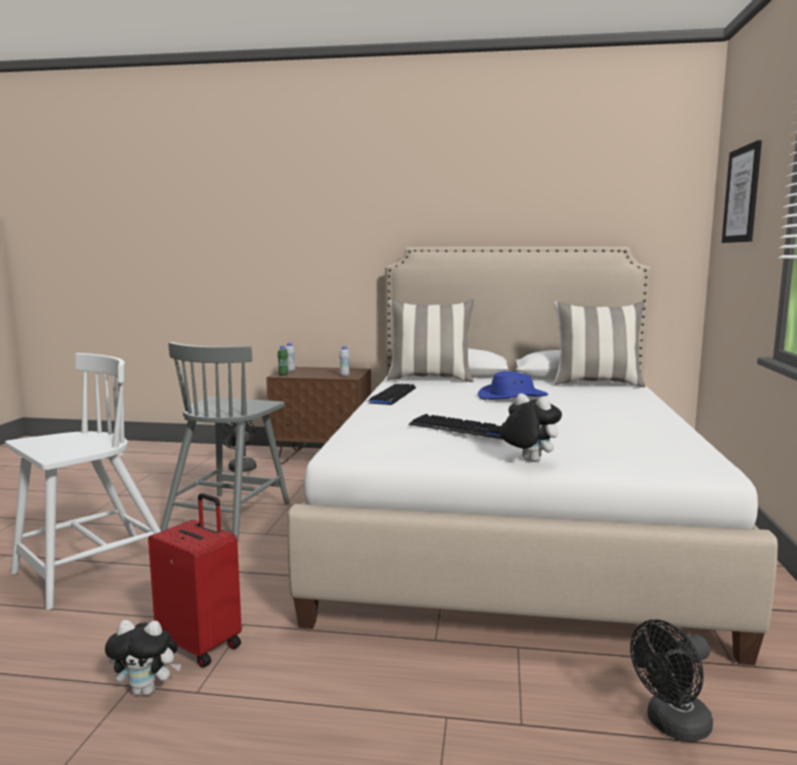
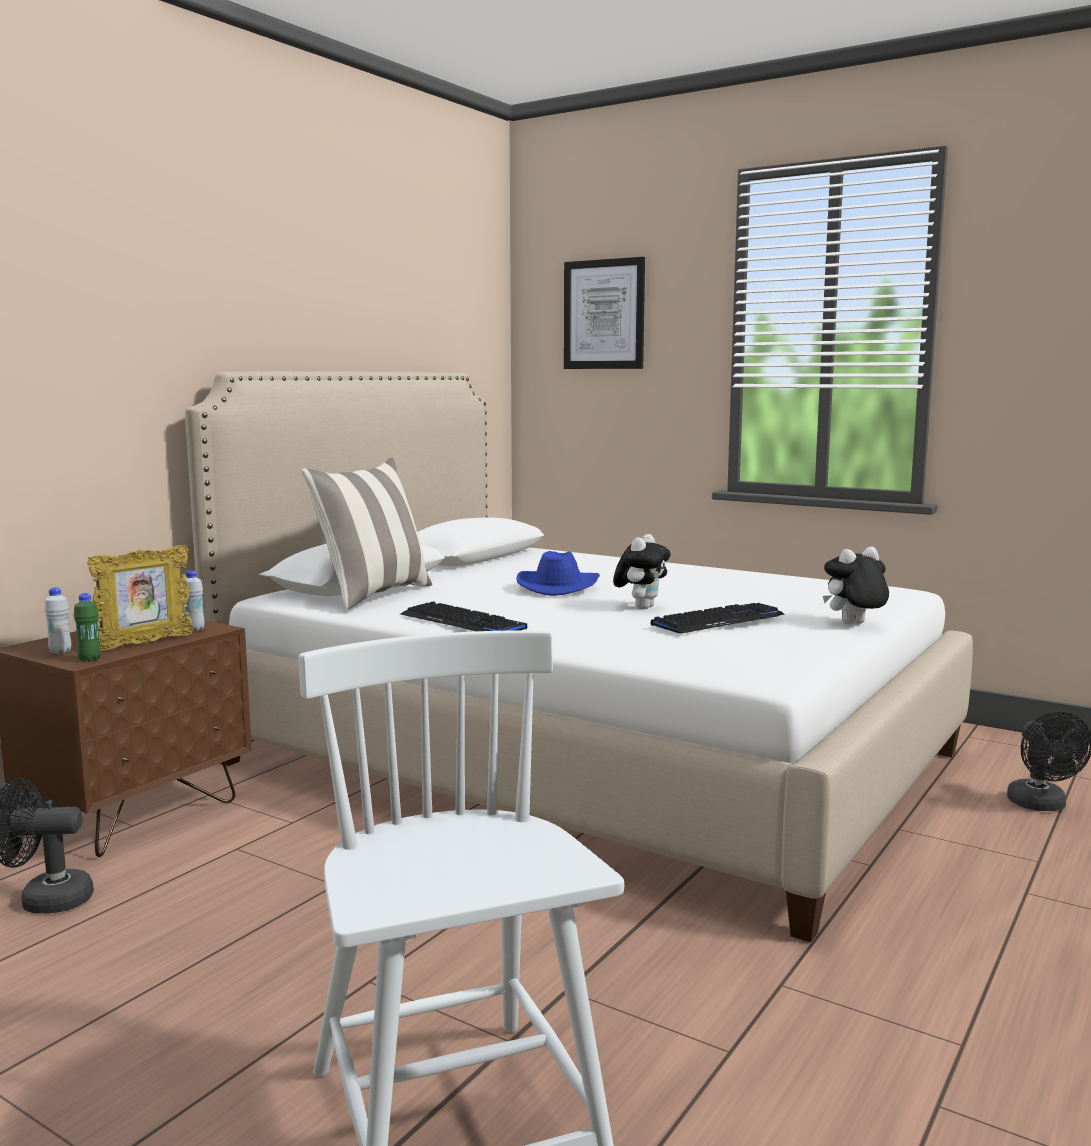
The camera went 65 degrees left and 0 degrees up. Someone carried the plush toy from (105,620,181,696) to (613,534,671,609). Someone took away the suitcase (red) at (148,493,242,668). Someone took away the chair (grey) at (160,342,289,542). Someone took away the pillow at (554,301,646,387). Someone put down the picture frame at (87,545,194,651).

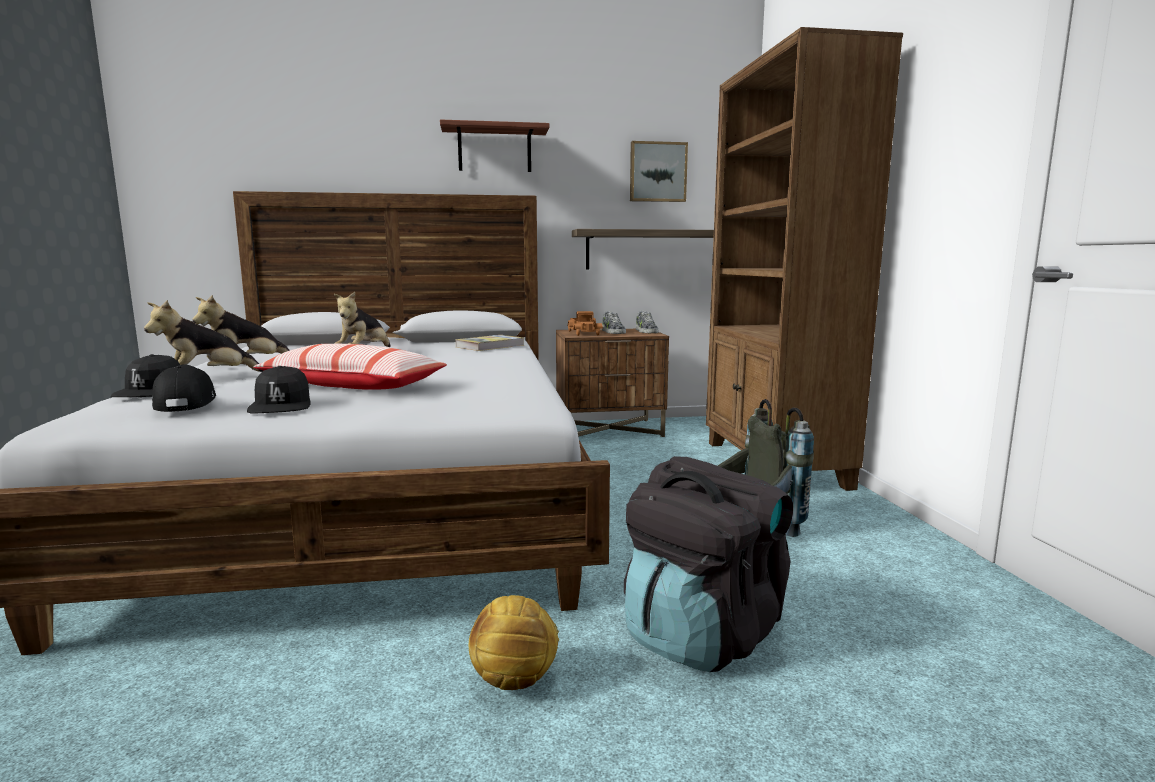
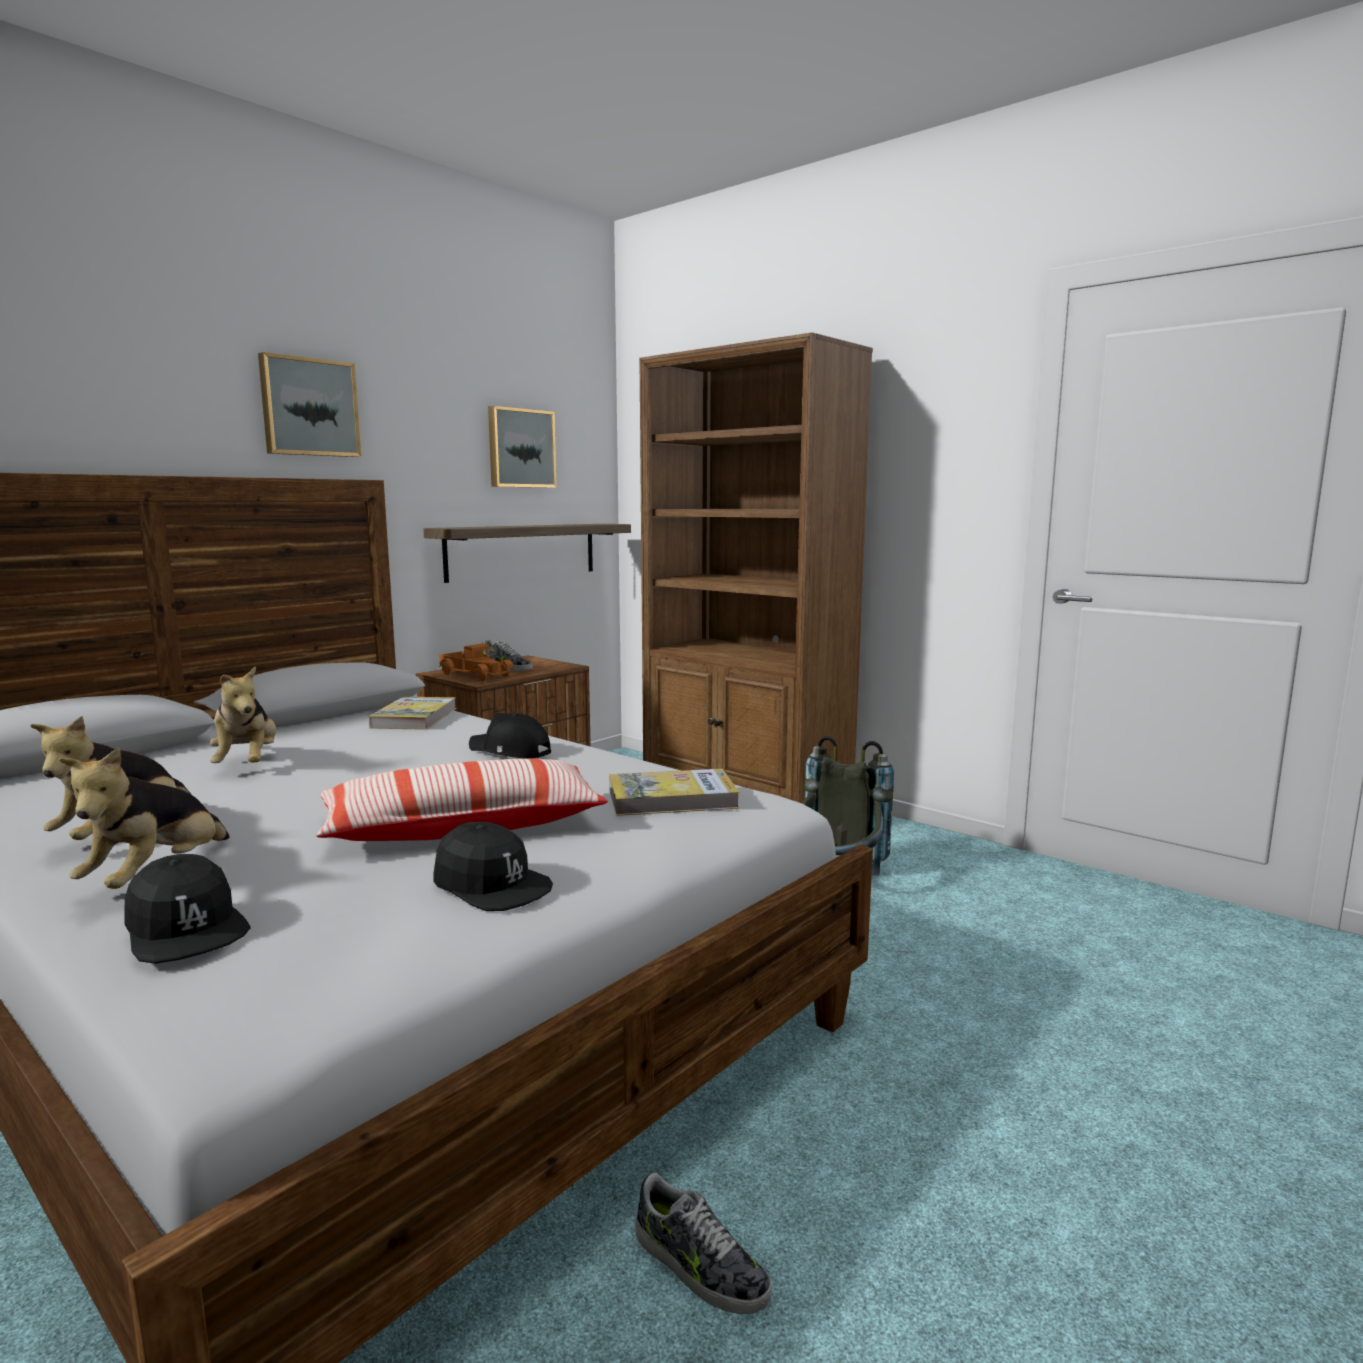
The camera went 40 degrees left and 0 degrees up. Someone carried the cap (black) from (152,364,216,412) to (469,713,551,758). Someone swapped the shelf at (440,119,550,172) for the picture at (258,352,361,457). Someone took away the football at (469,595,559,690). Someone took away the backpack (black) at (624,456,793,672). Someone carried the shoe from (636,311,659,333) to (635,1173,772,1315). Someone put down the book at (609,769,740,816).

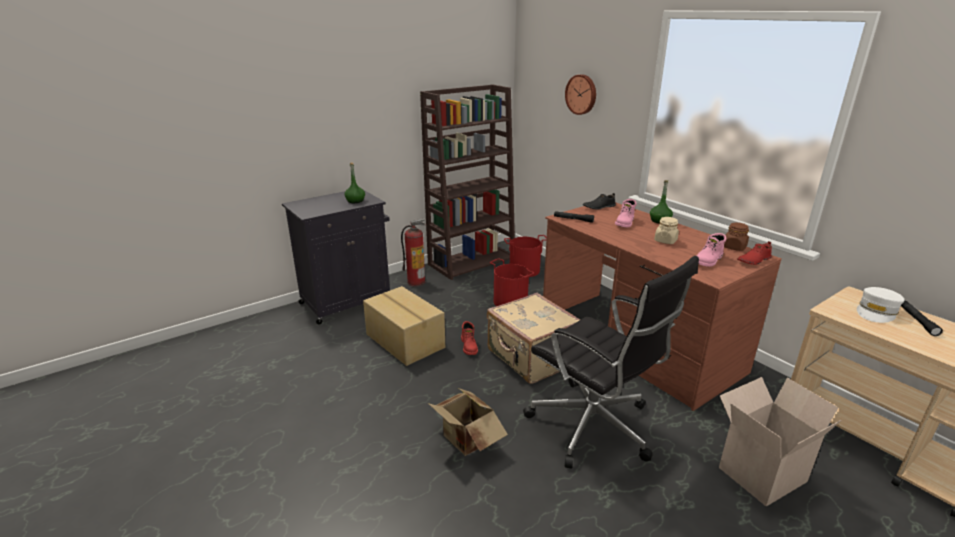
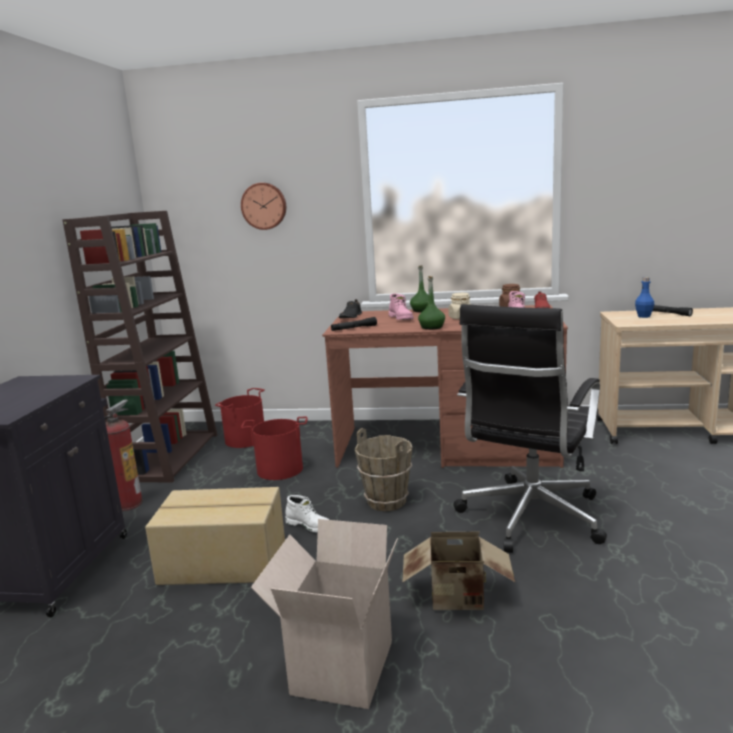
The camera went 45 degrees left and 10 degrees down. Someone carried the bottle (green) from (344,163,365,203) to (418,276,445,330). Someone repainted the boot (red) at (461,321,478,355), which became the boot (white) at (285,495,329,532). Someone swapped the suitcase (beige) at (487,293,581,384) for the bucket (brown) at (355,428,413,511). Someone rotated the office chair (black) at (523,256,699,469) by 120 degrees clockwise. Someone carried the cardboard box from (719,377,841,507) to (251,519,398,709). Someone swapped the cap (white) at (857,287,904,323) for the bottle (blue) at (635,277,654,318).

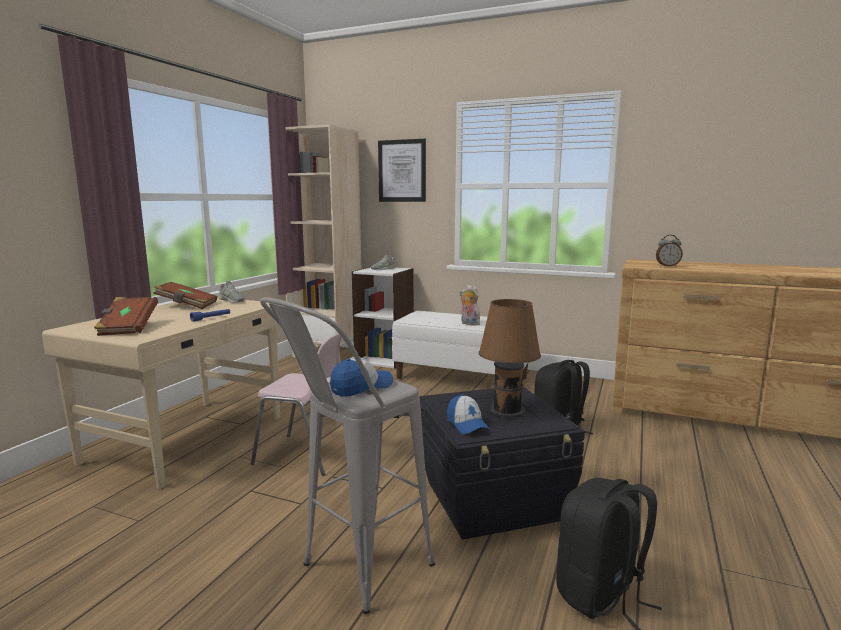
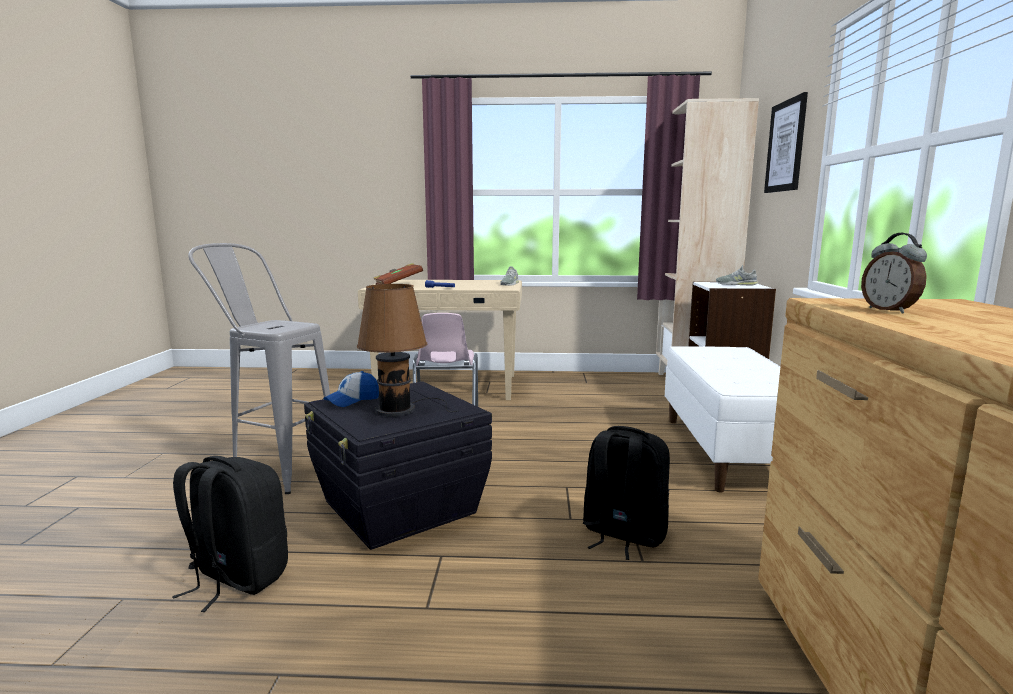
The camera went 70 degrees right and 0 degrees up. Someone took away the book (brown) at (153,282,217,309). Someone took away the cap at (330,357,393,397). Someone took away the plush toy at (459,285,480,326).

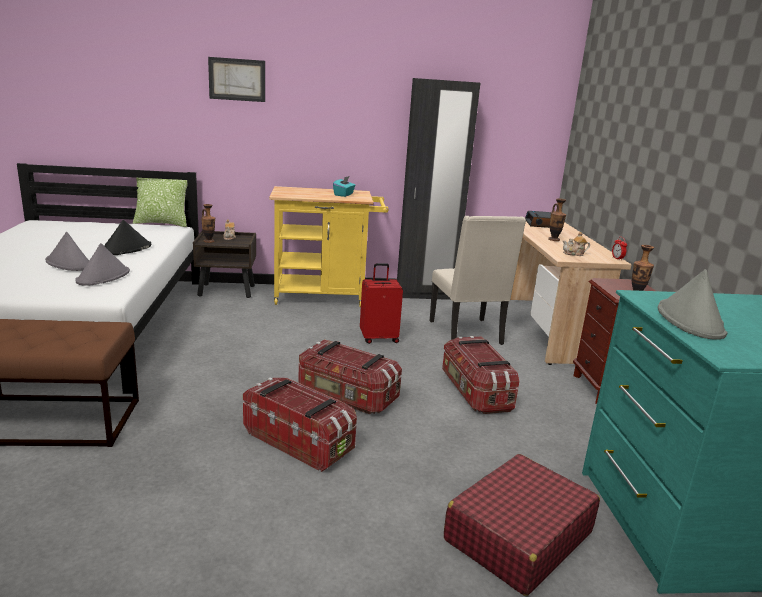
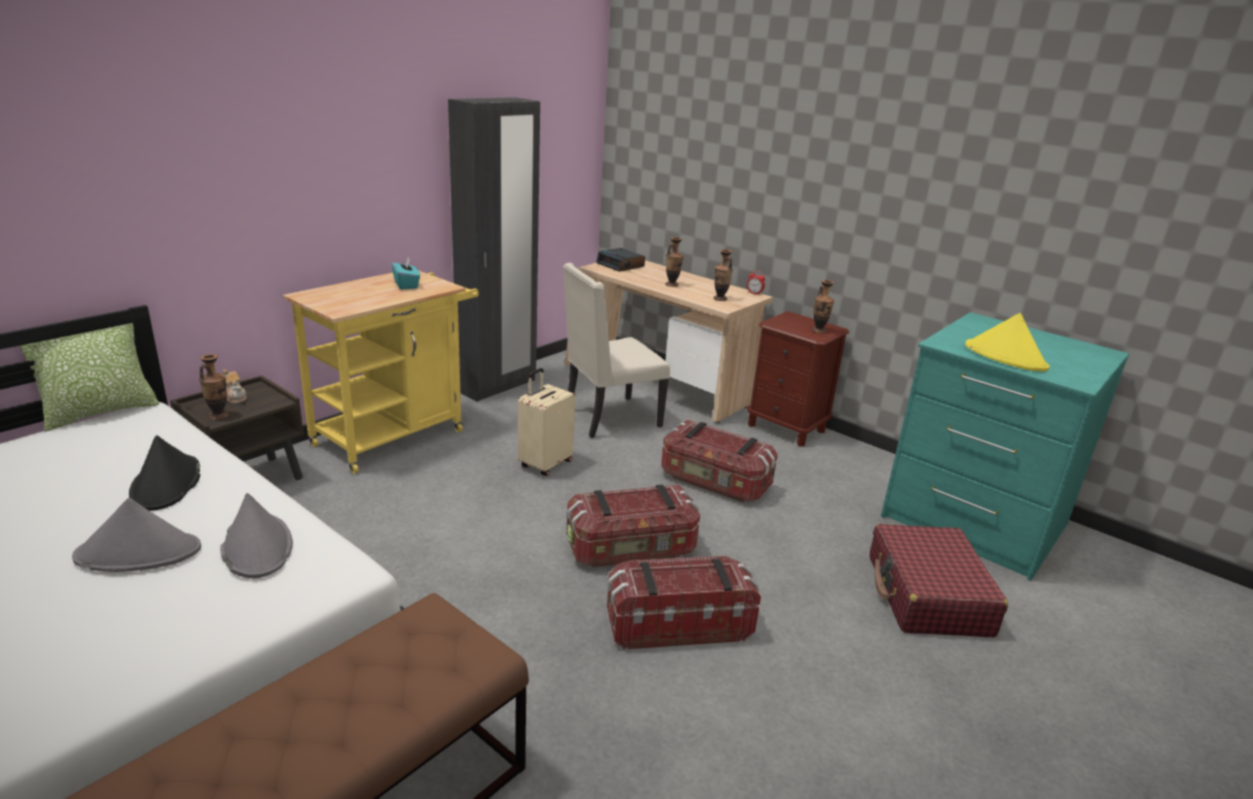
The camera went 45 degrees left and 5 degrees up. Someone took away the picture at (208,57,265,102). Someone repainted the suitcase (red) at (360,263,403,344), which became the suitcase (beige) at (518,368,575,476). Someone rotated the chair (beige) at (430,216,526,345) by 120 degrees clockwise. Someone swapped the teapot at (563,232,590,256) for the vase at (714,249,733,301). Someone repainted the hat (grey) at (658,269,728,340), which became the hat (yellow) at (965,313,1050,372).

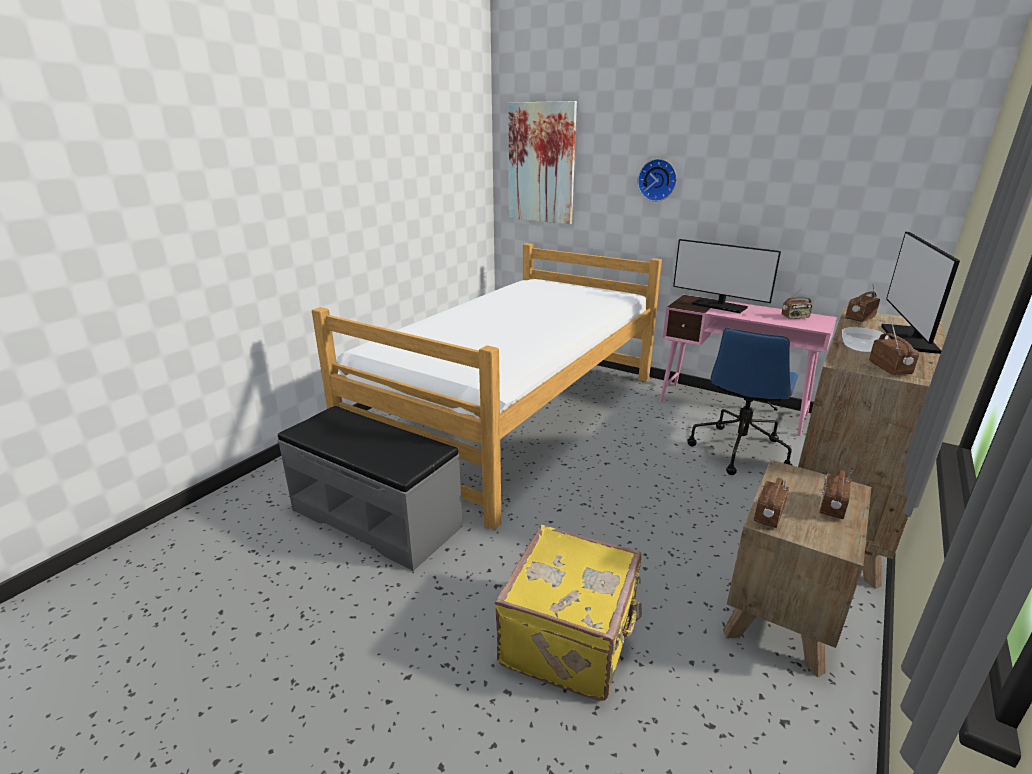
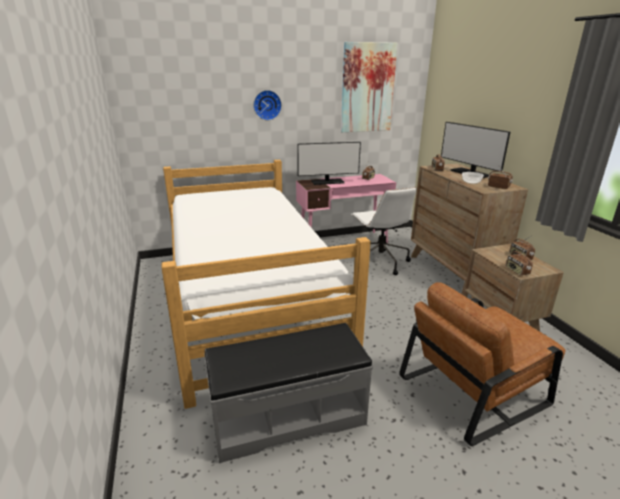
The camera went 50 degrees left and 0 degrees up. Someone swapped the suitcase (yellow) at (495,525,642,701) for the armchair (brown) at (399,282,565,446). Someone carried the picture from (508,101,577,224) to (341,42,398,132). Someone repainted the office chair (blue) at (687,327,799,475), which became the office chair (white) at (351,187,417,275).

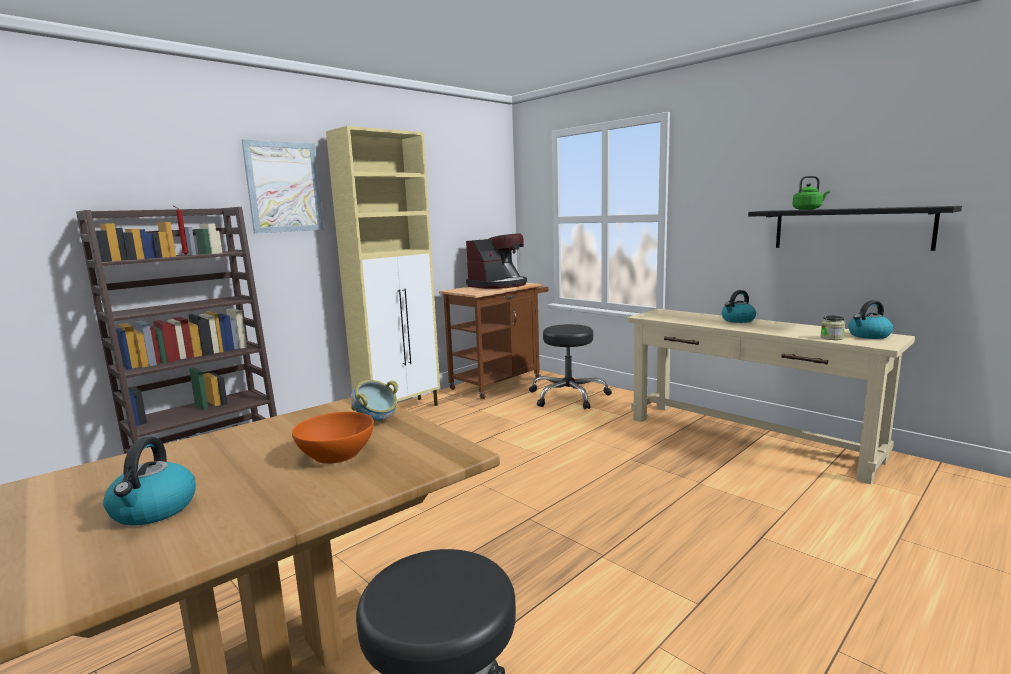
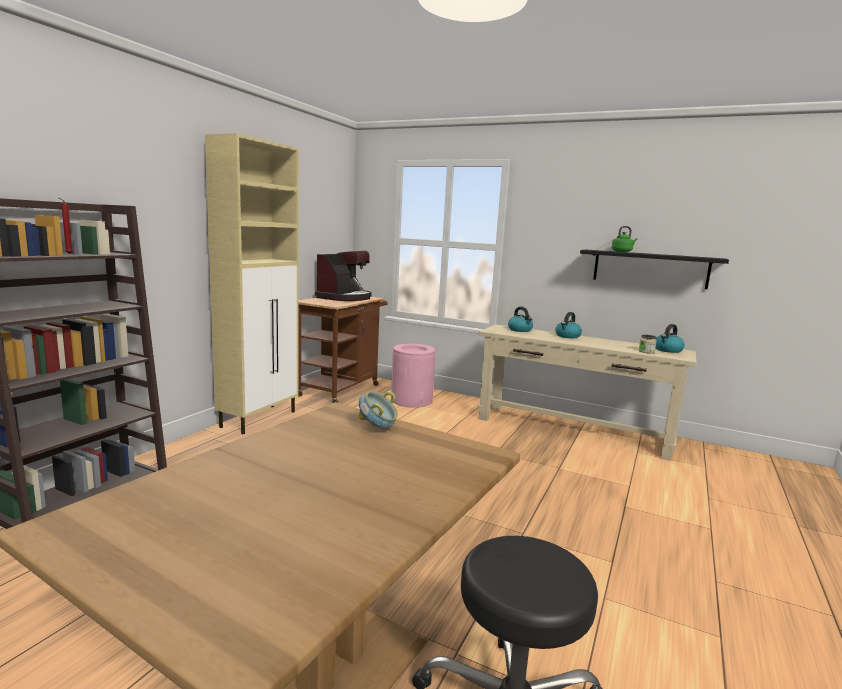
The camera went 20 degrees left and 0 degrees up. Someone carried the kettle from (103,437,196,526) to (508,307,533,332). Someone took away the picture at (242,139,324,234). Someone took away the bowl (orange) at (292,412,374,464). Someone swapped the stool (black) at (529,324,612,409) for the trash can (pink) at (391,344,435,408).

